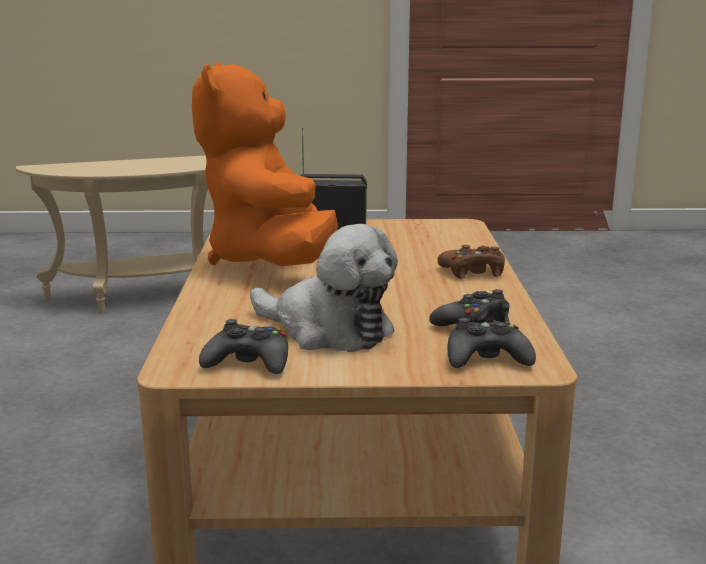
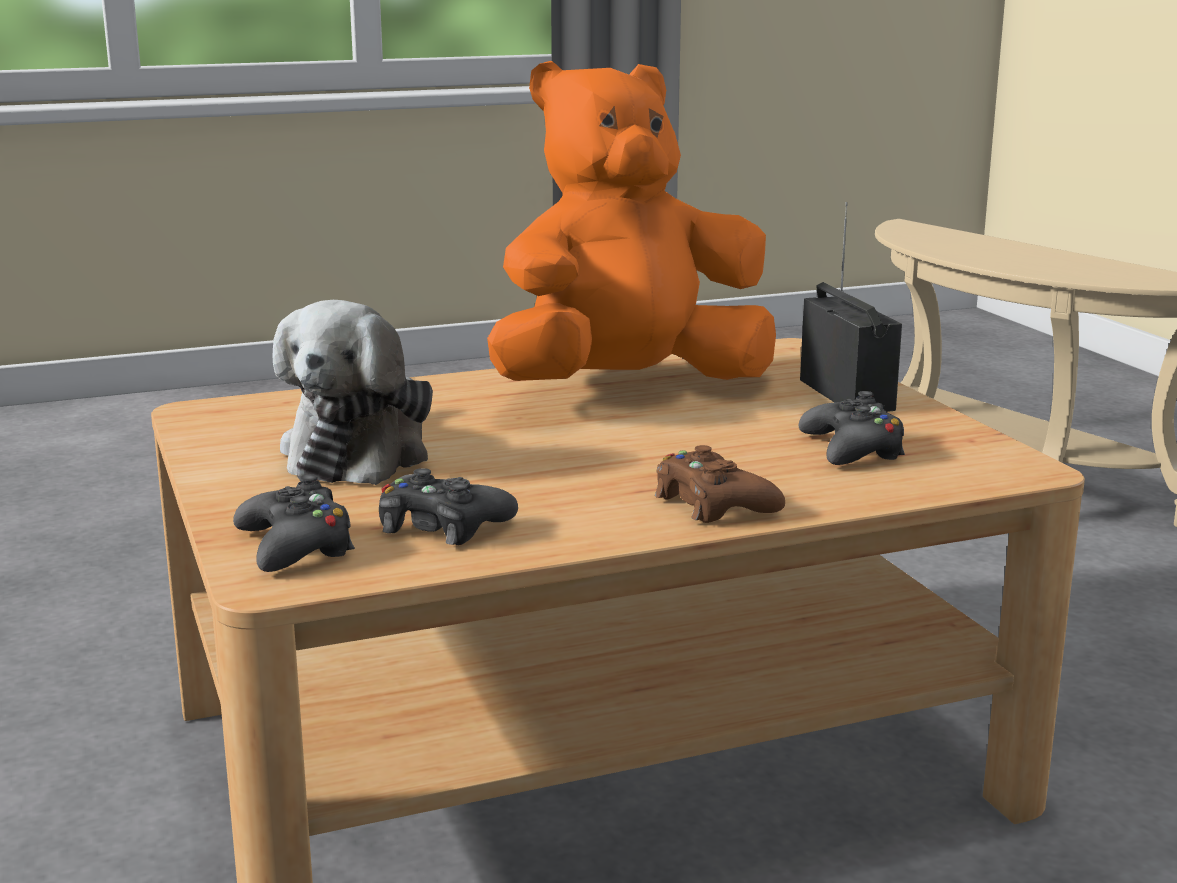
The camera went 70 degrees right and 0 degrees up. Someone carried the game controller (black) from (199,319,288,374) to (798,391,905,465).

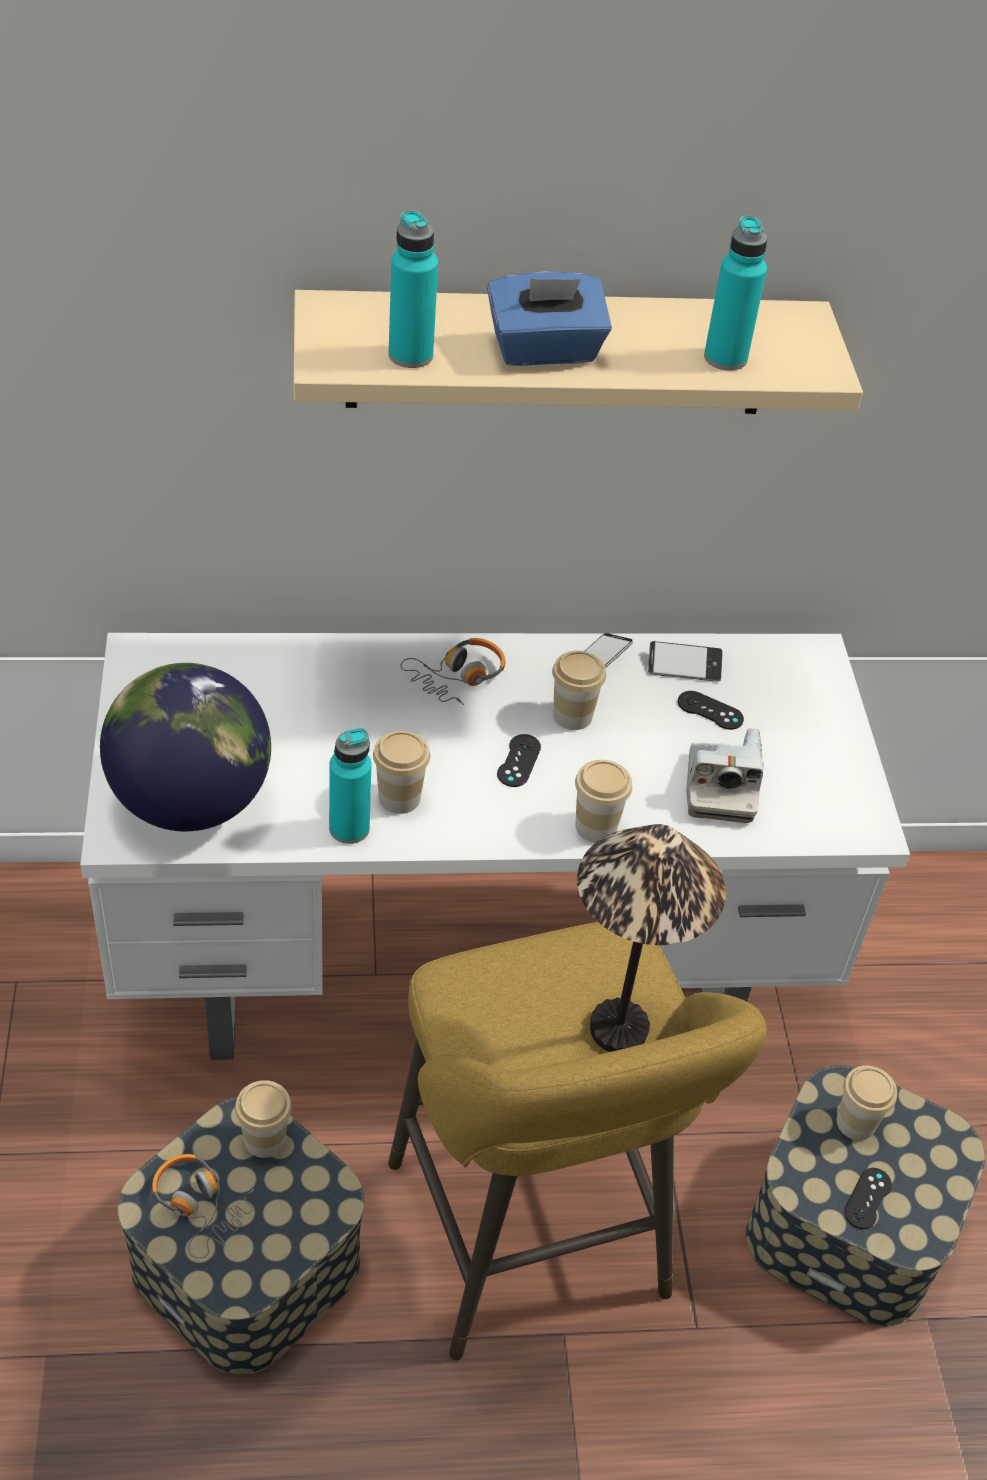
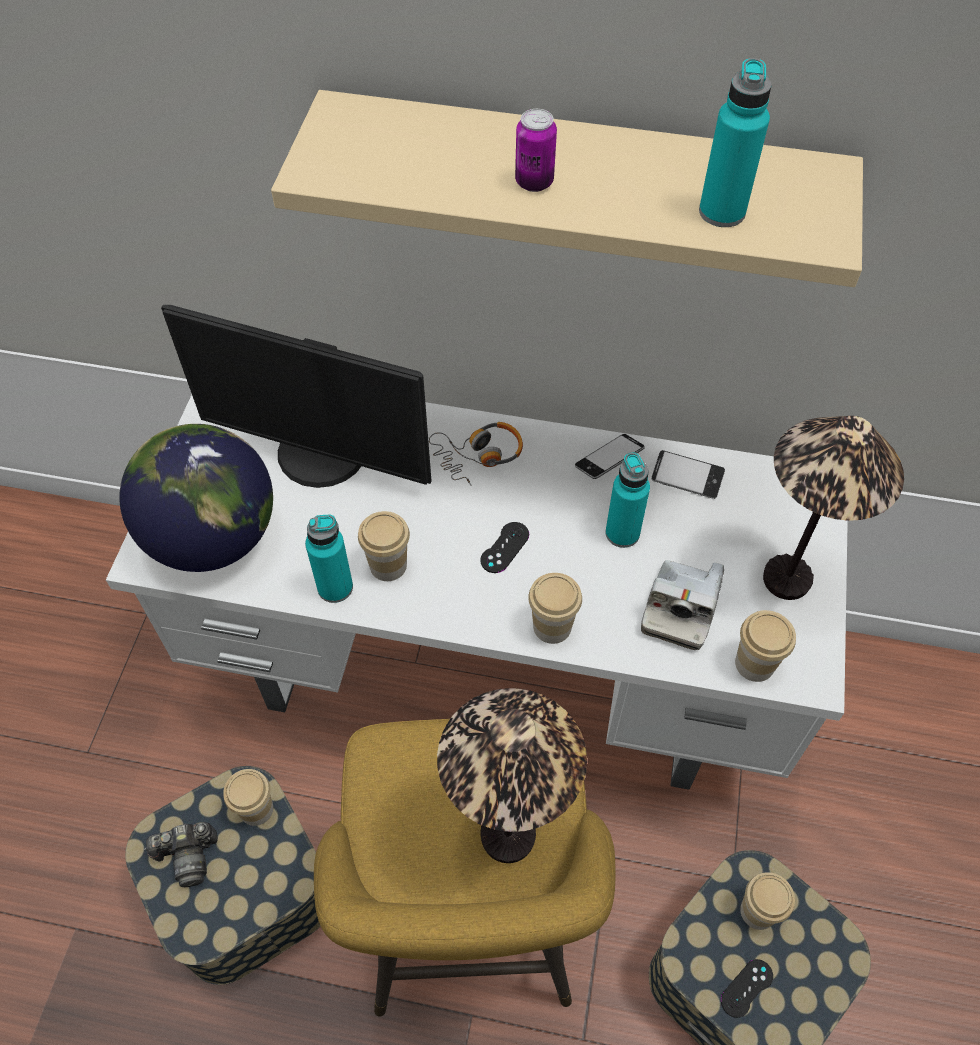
The camera went 20 degrees right and 10 degrees up. Someone swapped the headphones at (152,1154,254,1259) for the photo camera at (144,822,218,887). Someone carried the bottle (turquoise) from (388,210,438,368) to (605,452,650,548). Someone swapped the tissue box (blue) at (487,271,612,366) for the can at (515,109,557,192). Someone carried the cup from (552,651,606,730) to (735,610,796,682). Someone took away the game controller (black) at (678,691,744,730). Someone put down the monitor at (161,305,432,488). Someone put down the table lamp at (763,416,904,600).

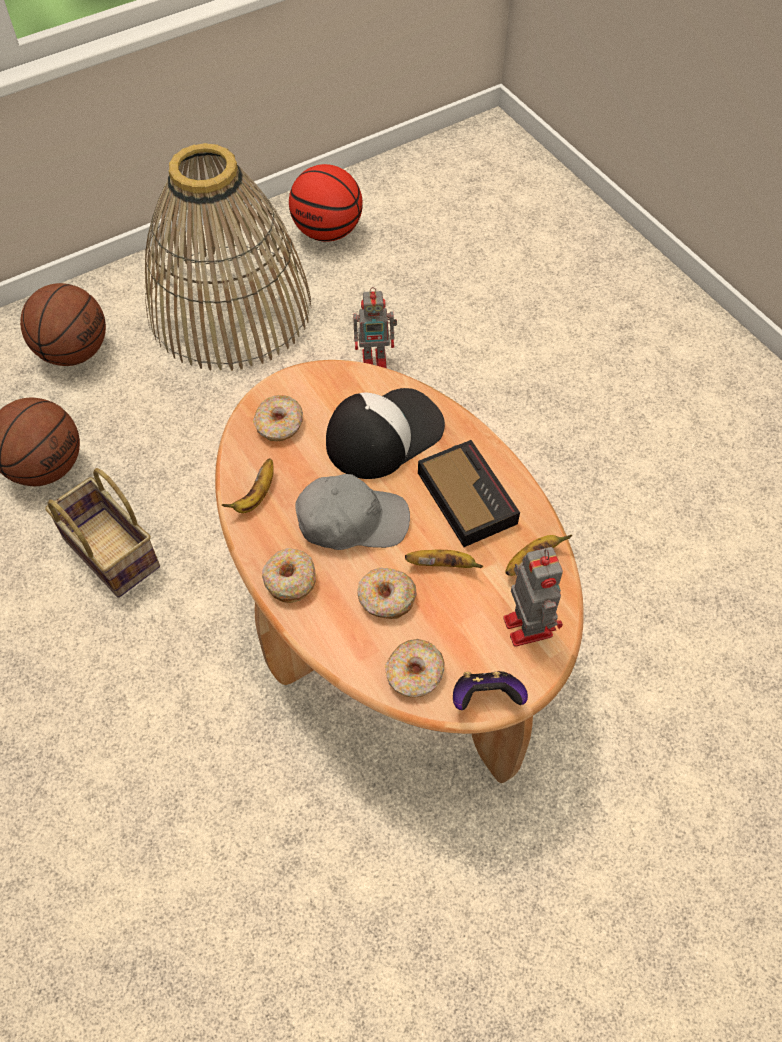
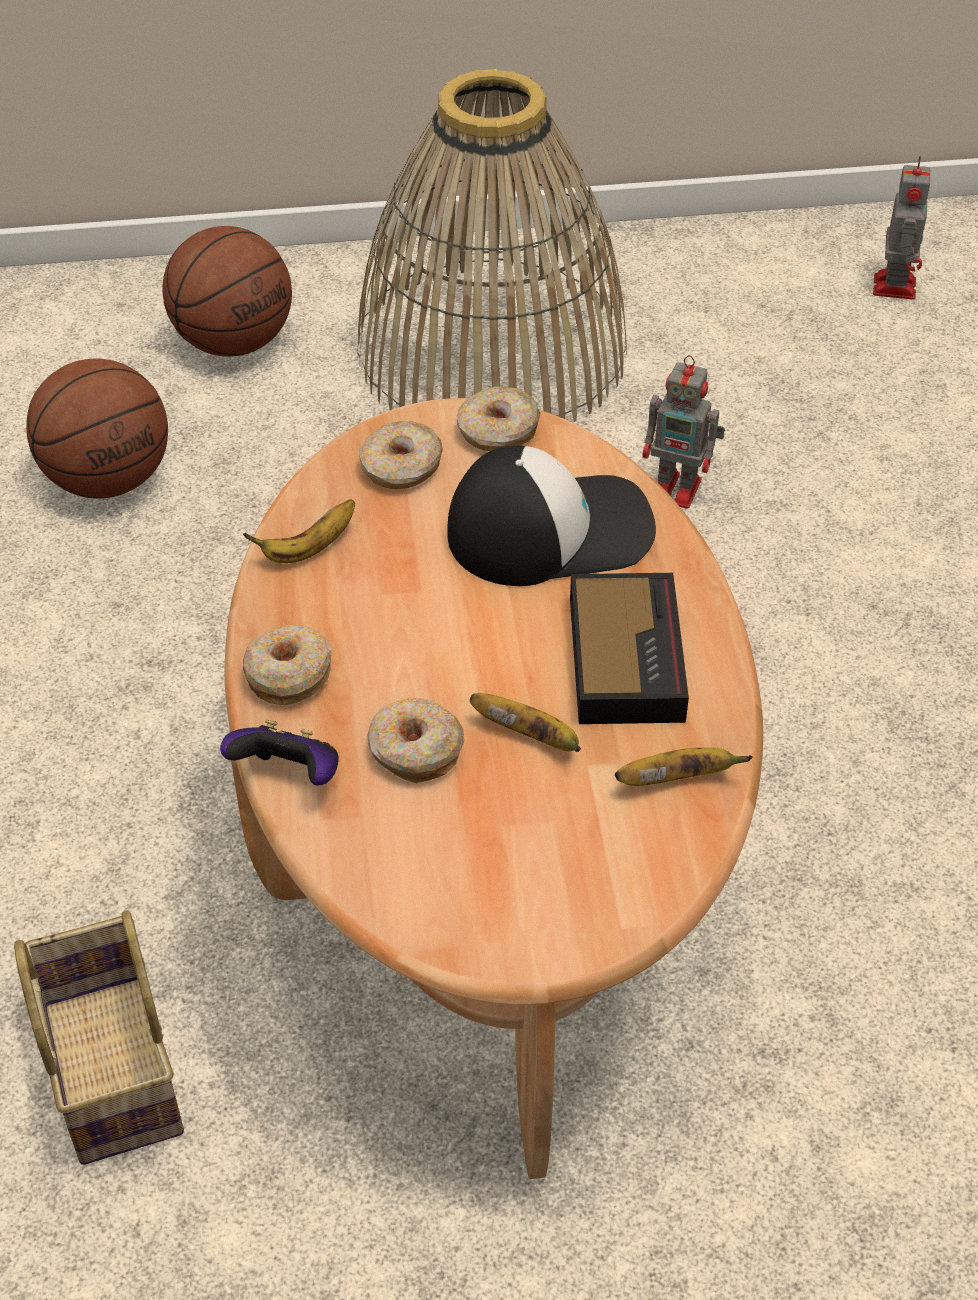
The camera went 25 degrees right and 10 degrees down. Someone carried the basket from (45,468,160,598) to (14,910,184,1165). Someone took away the basketball at (289,164,363,242). Someone took away the cap (grey) at (296,474,410,550). Someone carried the donut from (385,639,445,698) to (457,387,540,451). Someone carried the game controller from (453,671,528,710) to (220,720,338,785). Someone carried the toy robot from (503,547,563,647) to (873,156,930,300).

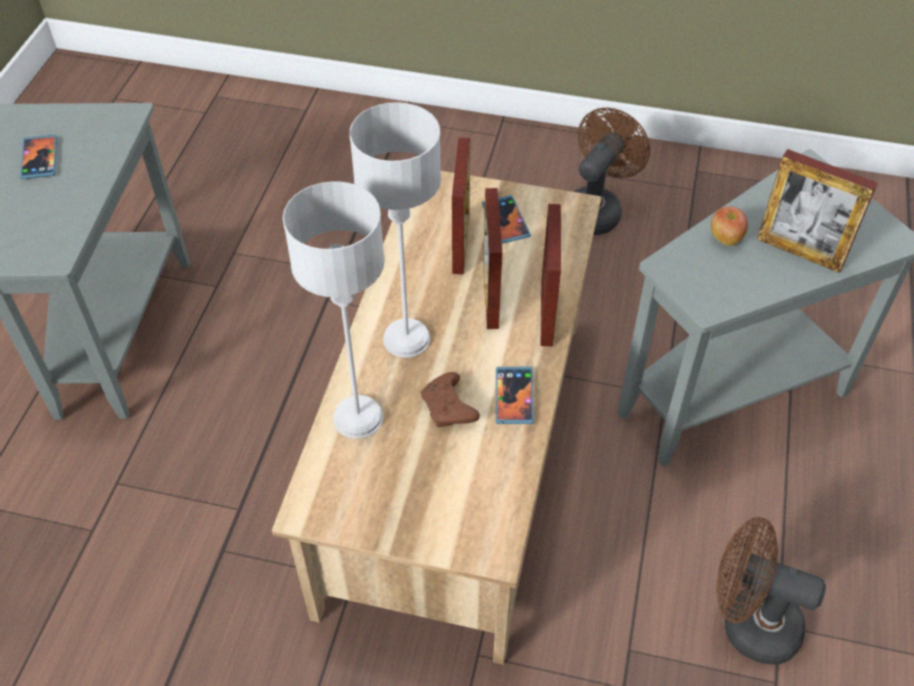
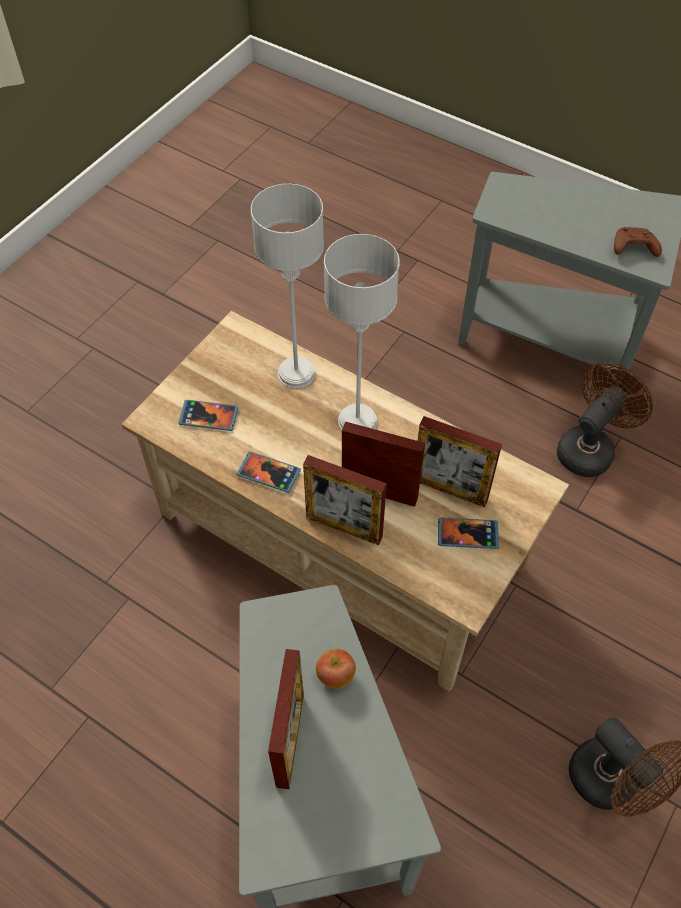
The camera went 110 degrees right and 5 degrees up. Someone carried the phone from (20,135,57,179) to (178,400,239,431). Someone carried the game controller (brown) from (421,372,480,427) to (614,227,662,257). Someone carried the fan (brown) from (716,517,826,665) to (557,363,653,477). Someone rotated the picture frame at (757,149,878,273) by 135 degrees clockwise.

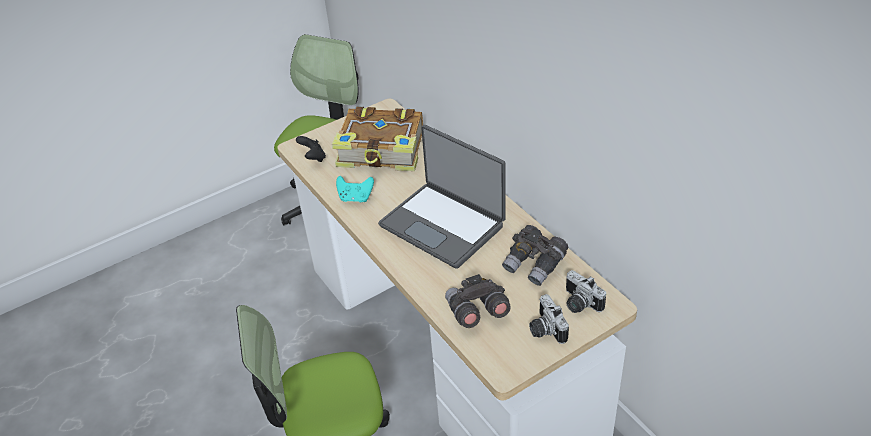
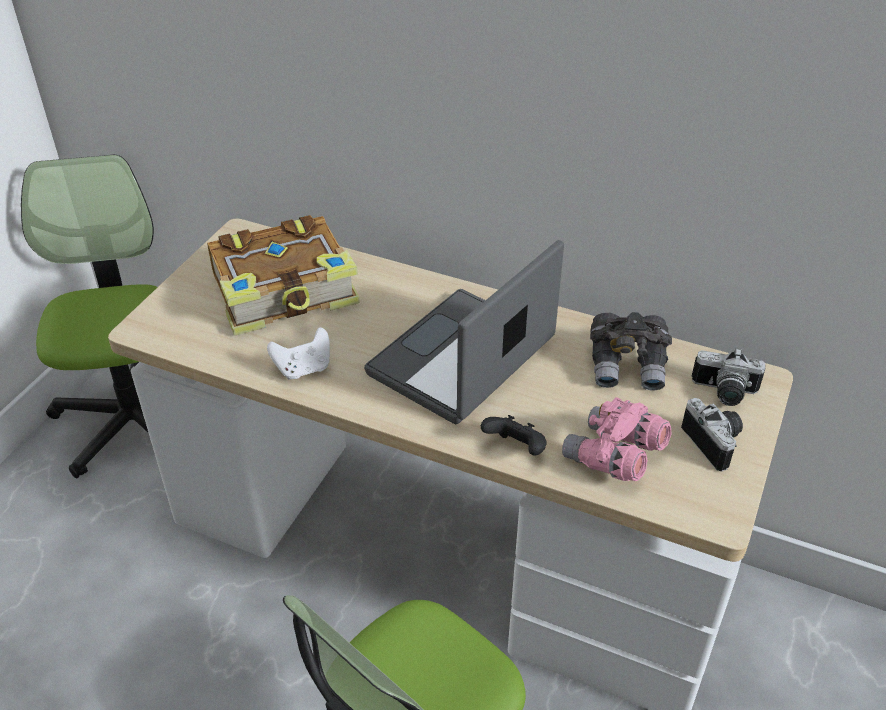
The camera went 35 degrees left and 0 degrees up. Someone carried the game controller (black) from (296,136,326,162) to (481,415,547,456). Someone repainted the game controller (turquoise) at (336,176,374,202), which became the game controller (white) at (267,327,330,380). Someone rotated the laptop at (378,125,506,269) by 120 degrees clockwise. Someone repainted the binoculars (grey) at (445,274,511,328), which became the binoculars (pink) at (562,397,672,481). Someone rotated the photo camera at (529,294,569,344) by 150 degrees counterclockwise.

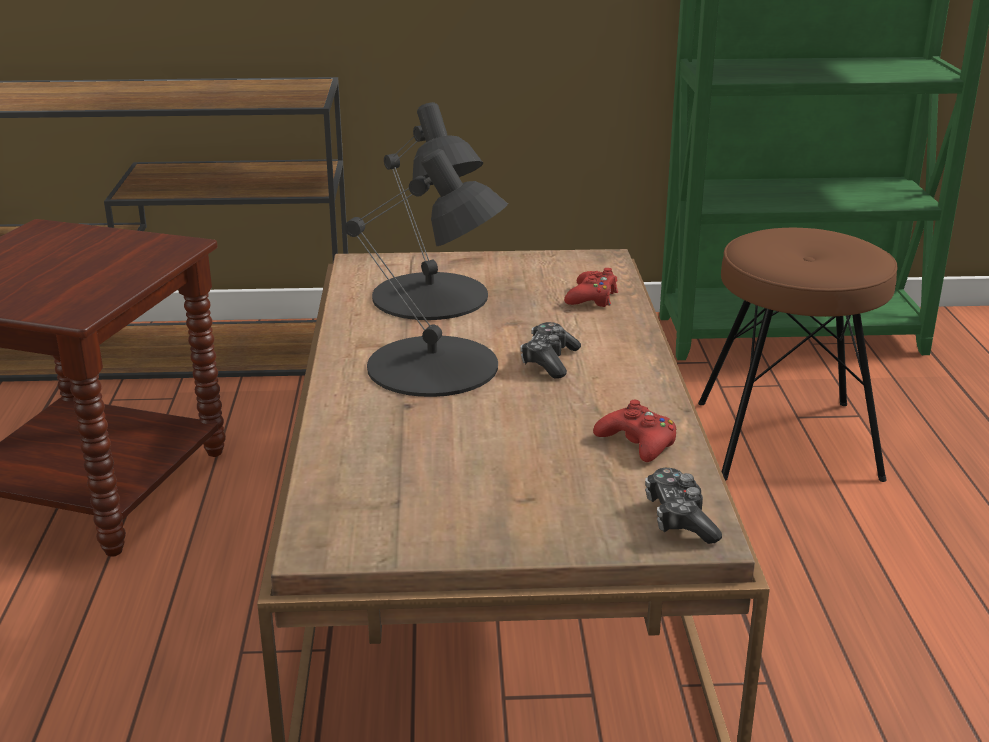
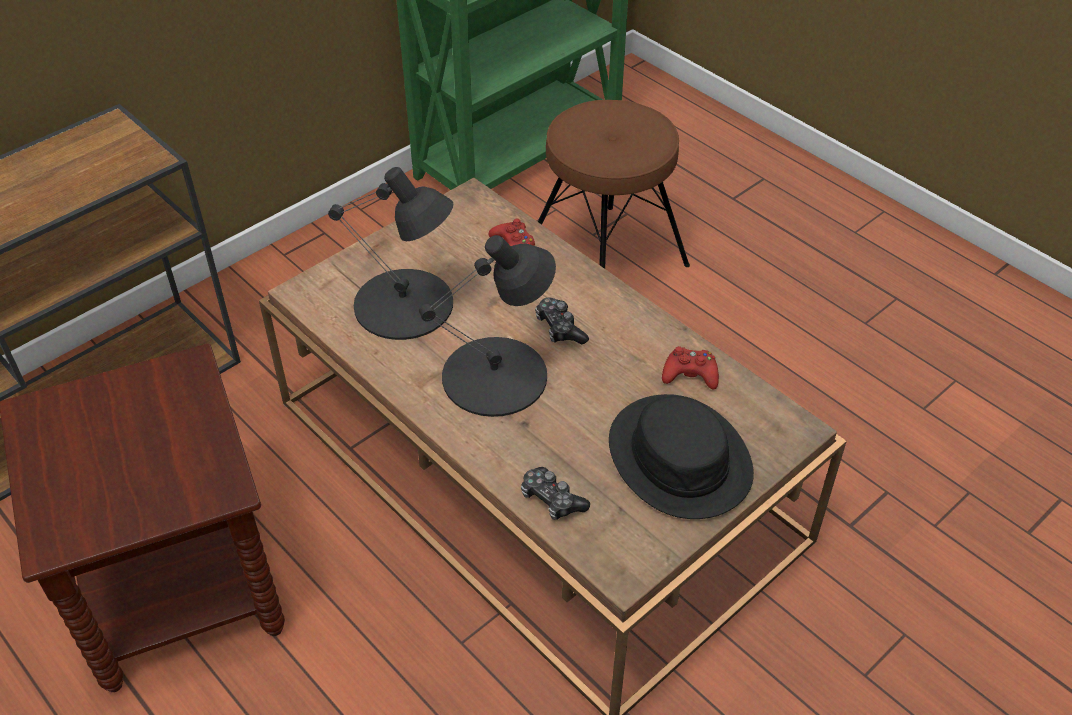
The camera went 40 degrees left and 20 degrees up. Someone carried the game controller from (645,468,722,544) to (521,467,590,520). Someone put down the hat (black) at (609,394,754,519).

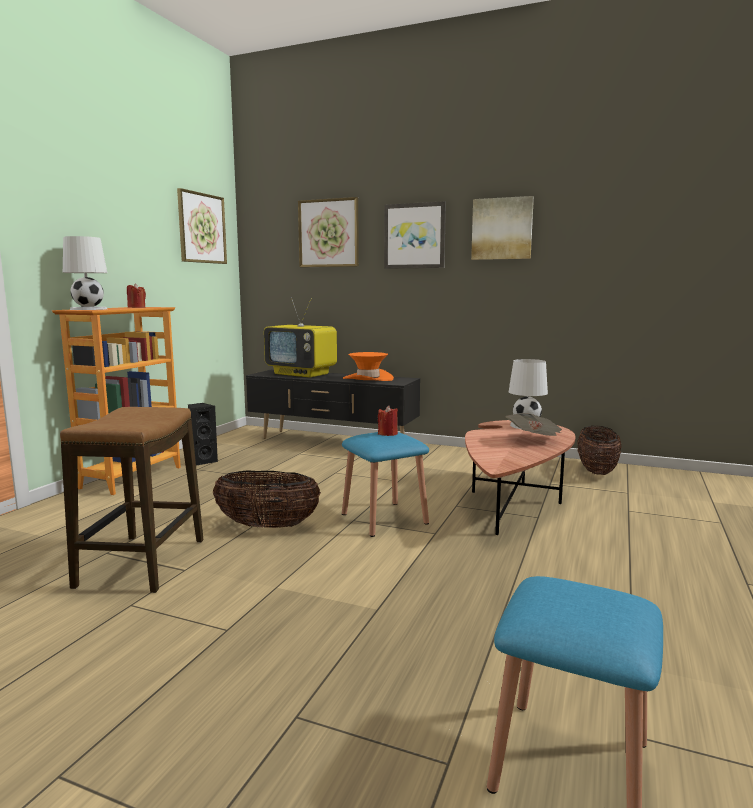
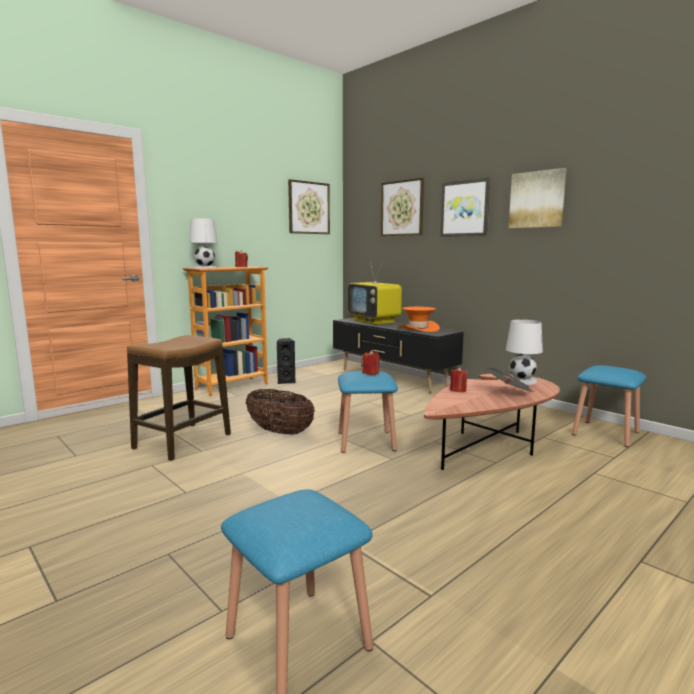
The camera went 25 degrees right and 0 degrees up. Someone swapped the basket at (577,426,621,475) for the stool (blue) at (572,365,646,447). Someone put down the candle (red) at (450,367,468,392).

